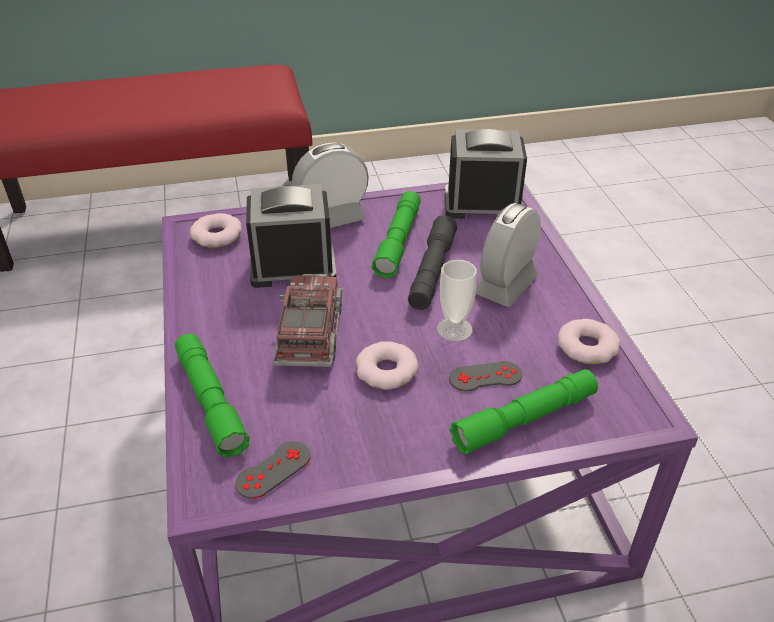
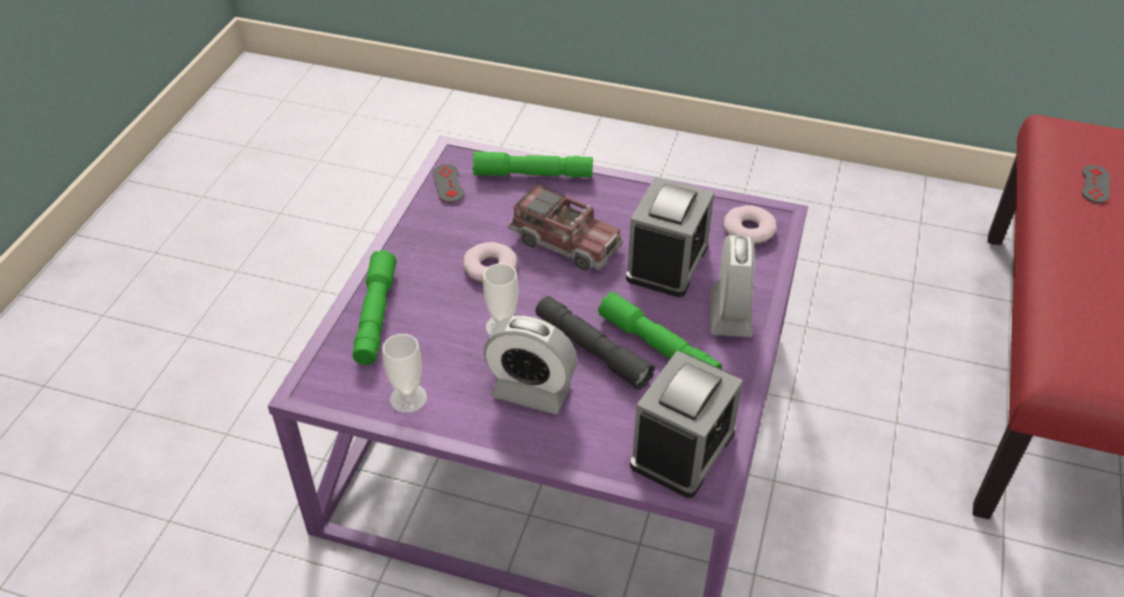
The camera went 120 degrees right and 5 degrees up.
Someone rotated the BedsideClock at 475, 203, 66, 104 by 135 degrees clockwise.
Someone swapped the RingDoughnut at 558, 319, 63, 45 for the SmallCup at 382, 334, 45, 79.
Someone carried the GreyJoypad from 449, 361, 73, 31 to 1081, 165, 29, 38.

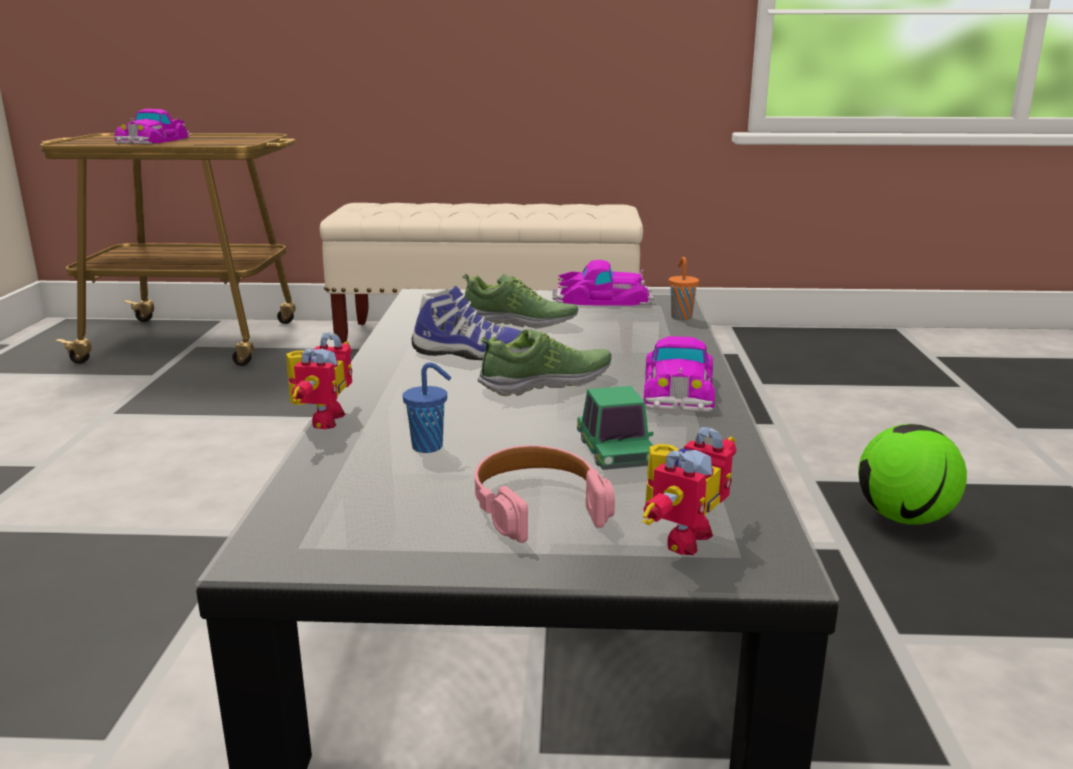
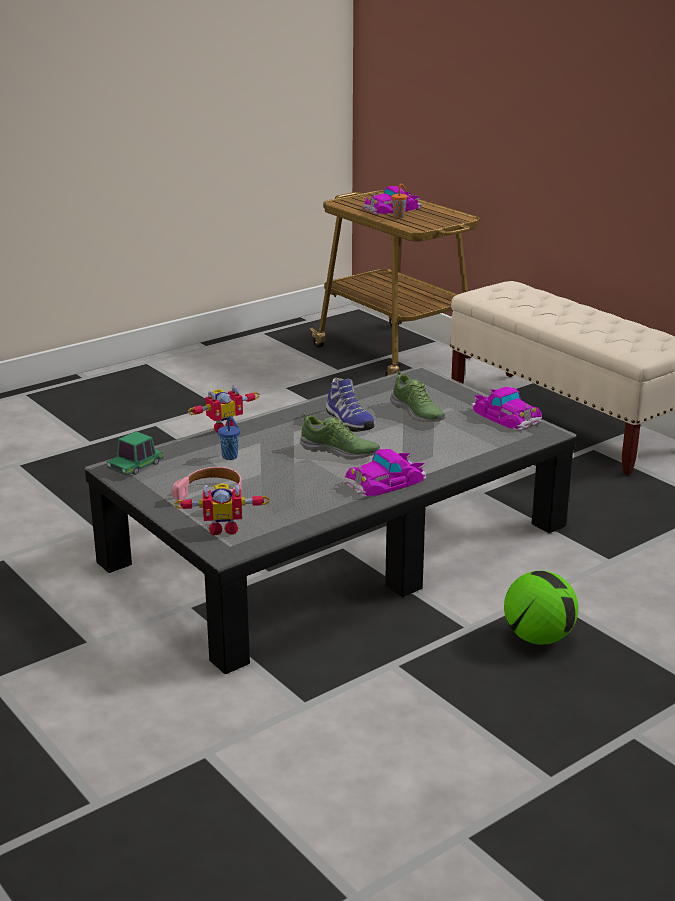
The camera went 50 degrees right and 5 degrees up.
Someone carried the OrangeSmallCup from 669, 257, 30, 63 to 391, 183, 17, 35.
Someone carried the ToyCar from 577, 386, 76, 84 to 107, 431, 56, 45.

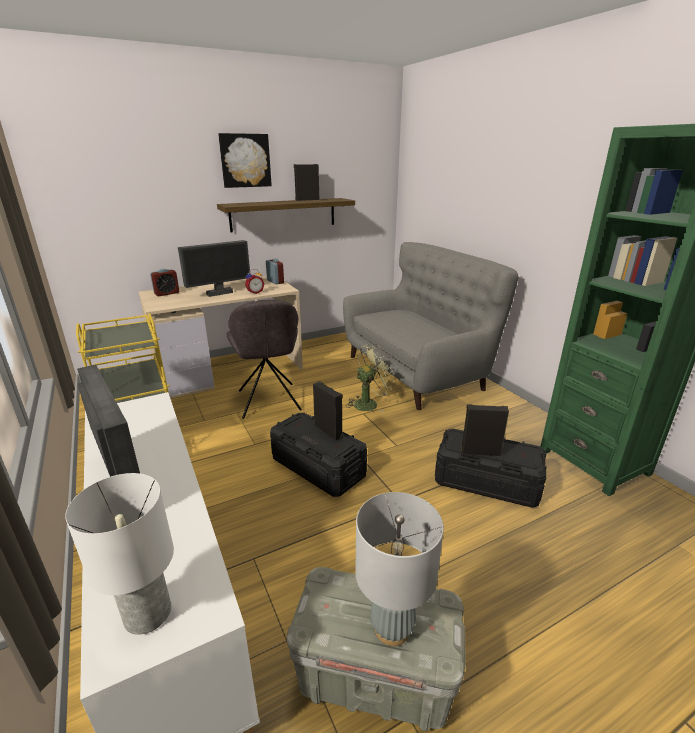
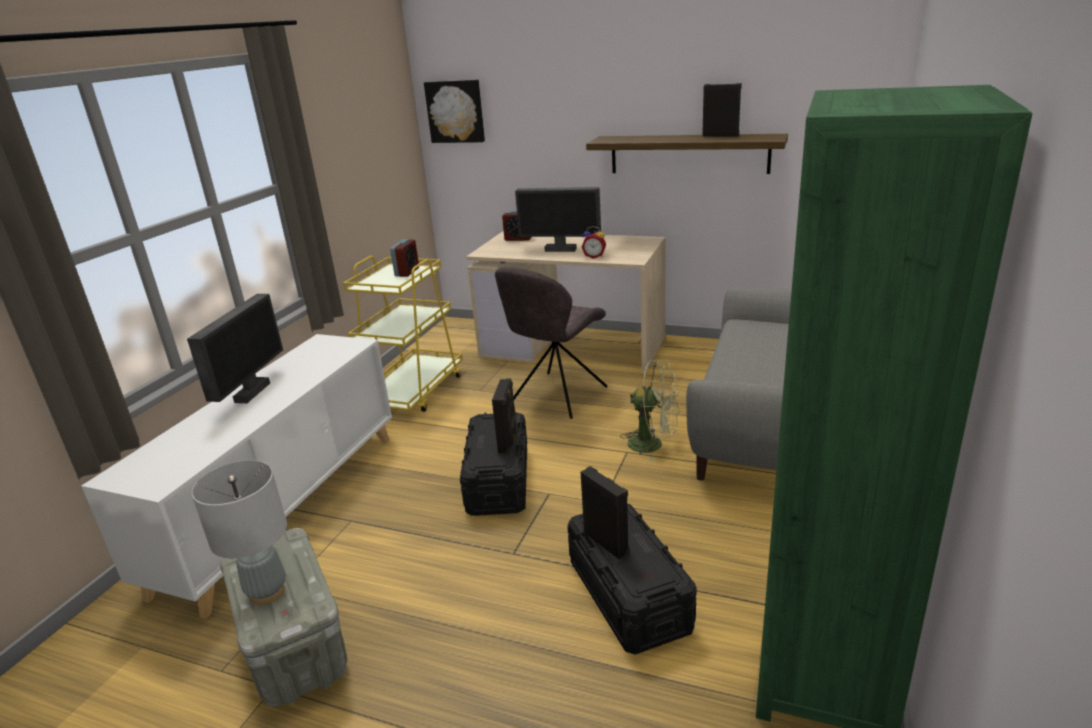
The camera went 50 degrees right and 0 degrees up.
Someone carried the Picture from 218, 133, 54, 55 to 424, 80, 61, 63.
Someone carried the BedsideClock from 266, 258, 18, 27 to 390, 239, 29, 38.
Someone took away the WhiteTableLamp at 65, 473, 109, 162.

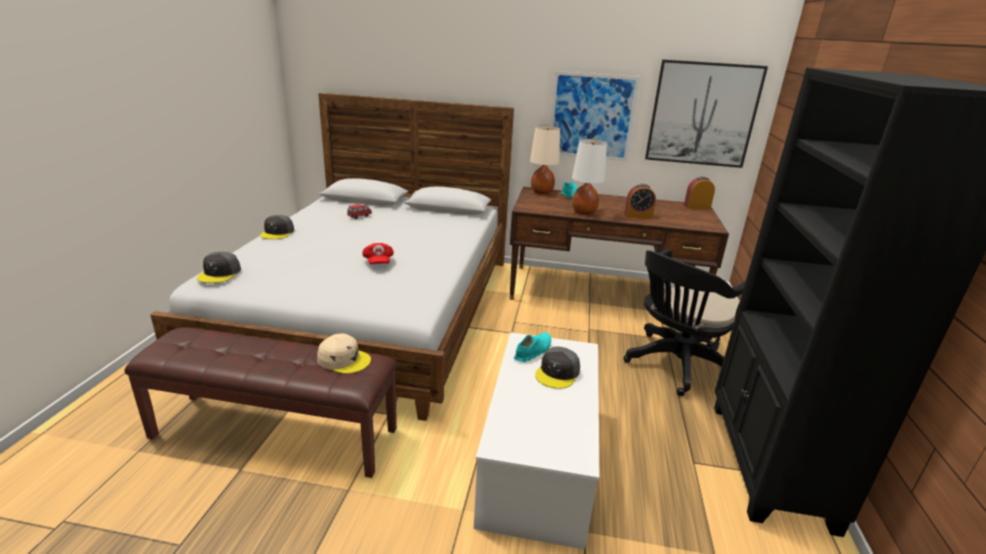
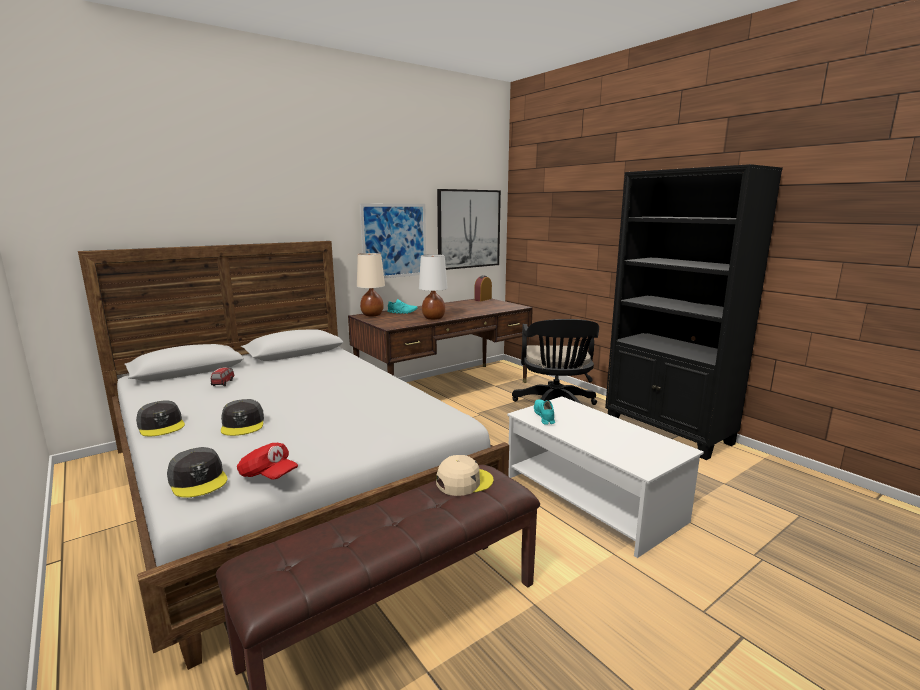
The camera went 45 degrees left and 10 degrees down.
Someone took away the BedsideClock at 624, 184, 32, 35.
Someone carried the RedCap from 362, 243, 32, 21 to 237, 443, 61, 37.
Someone carried the GreyCap from 535, 346, 45, 43 to 221, 399, 43, 37.

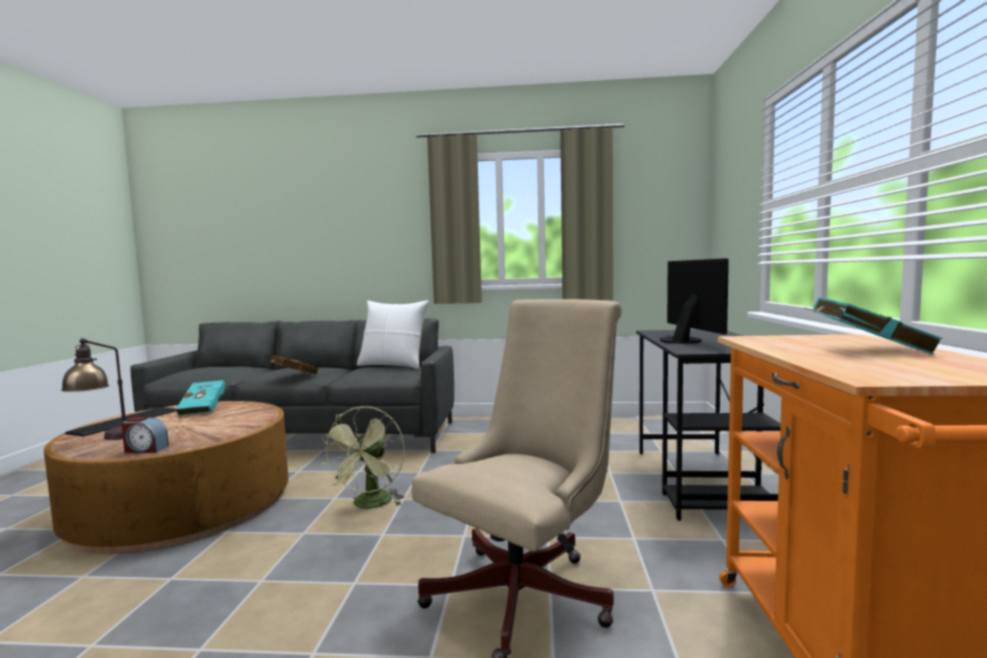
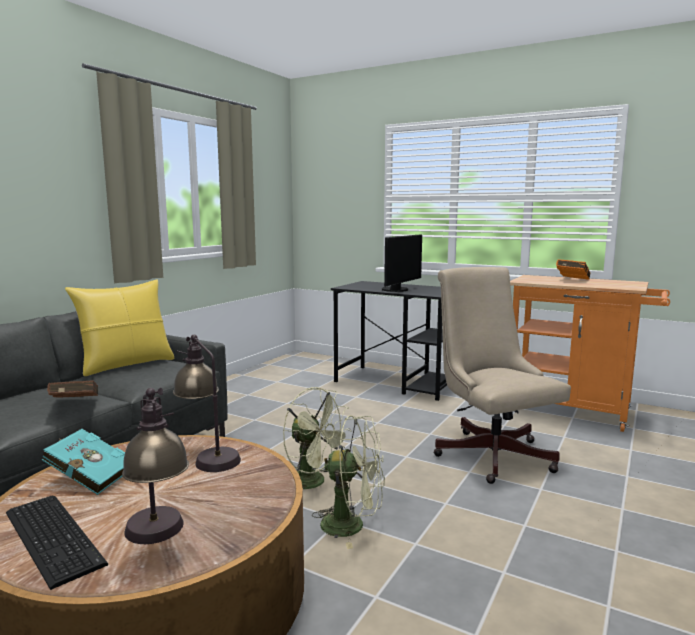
The camera went 65 degrees left and 5 degrees up.
Someone rotated the Monitor at 659, 258, 70, 86 by 105 degrees clockwise.
Someone repainted the TurquoiseBook at 806, 297, 136, 58, which became the OrangeBook at 556, 259, 35, 21.
Someone repainted the WhiteCushion at 357, 300, 71, 69, which became the YellowColouredCushion at 65, 280, 110, 96.
Someone took away the BedsideClock at 121, 417, 48, 36.
Someone put down the TableLamp at 173, 335, 68, 137.
Someone put down the GreenCoolingFan at 312, 415, 73, 134.

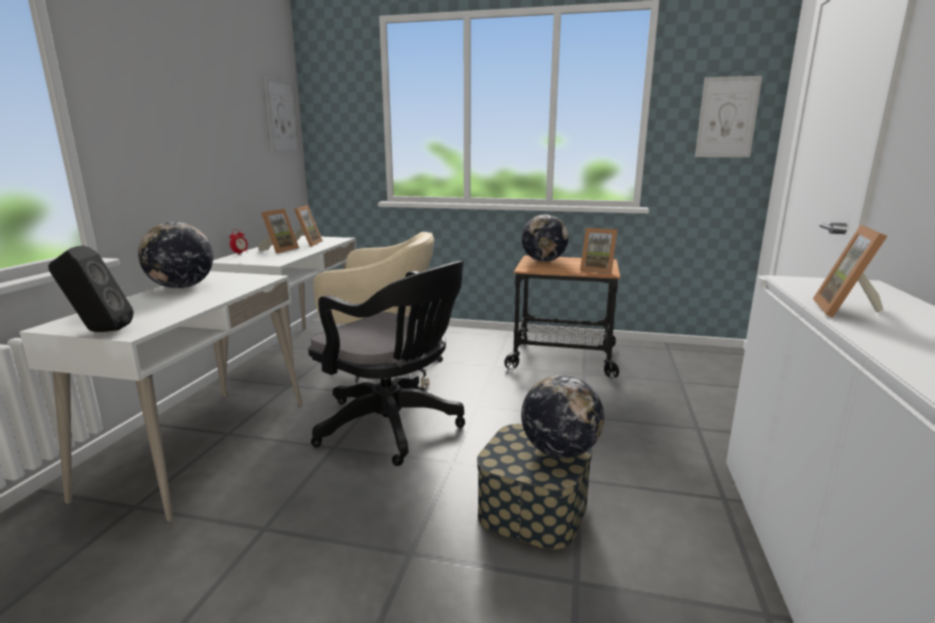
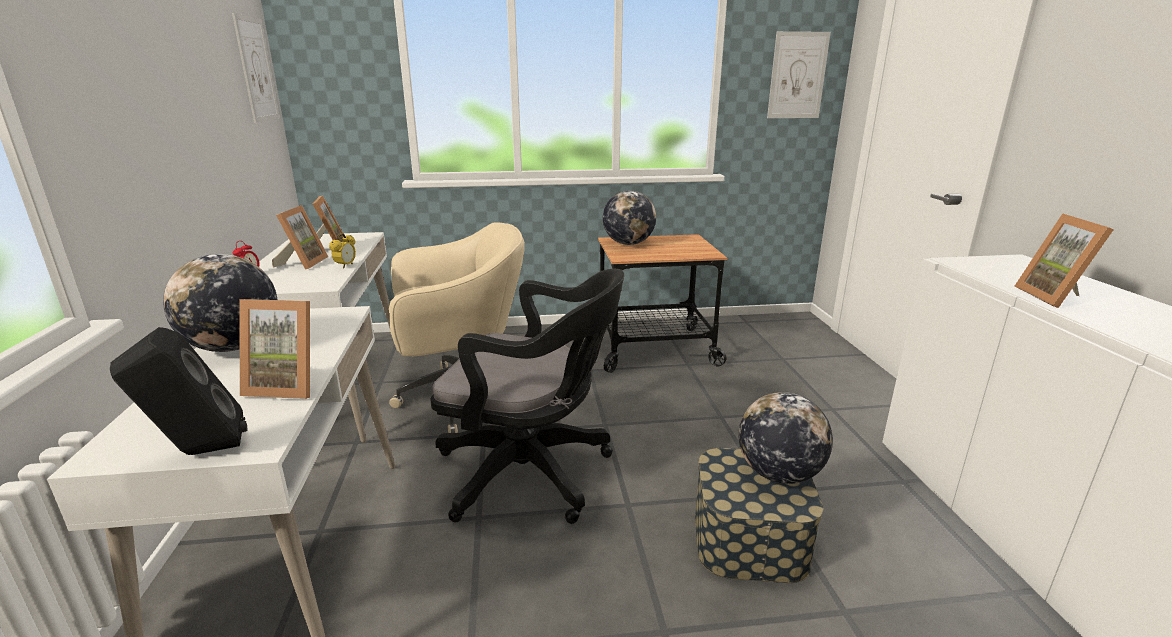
The camera went 20 degrees left and 5 degrees up.
Someone carried the StandingFrame from 580, 228, 38, 46 to 239, 299, 71, 100.
Someone put down the BedsideClock at 329, 233, 27, 35.

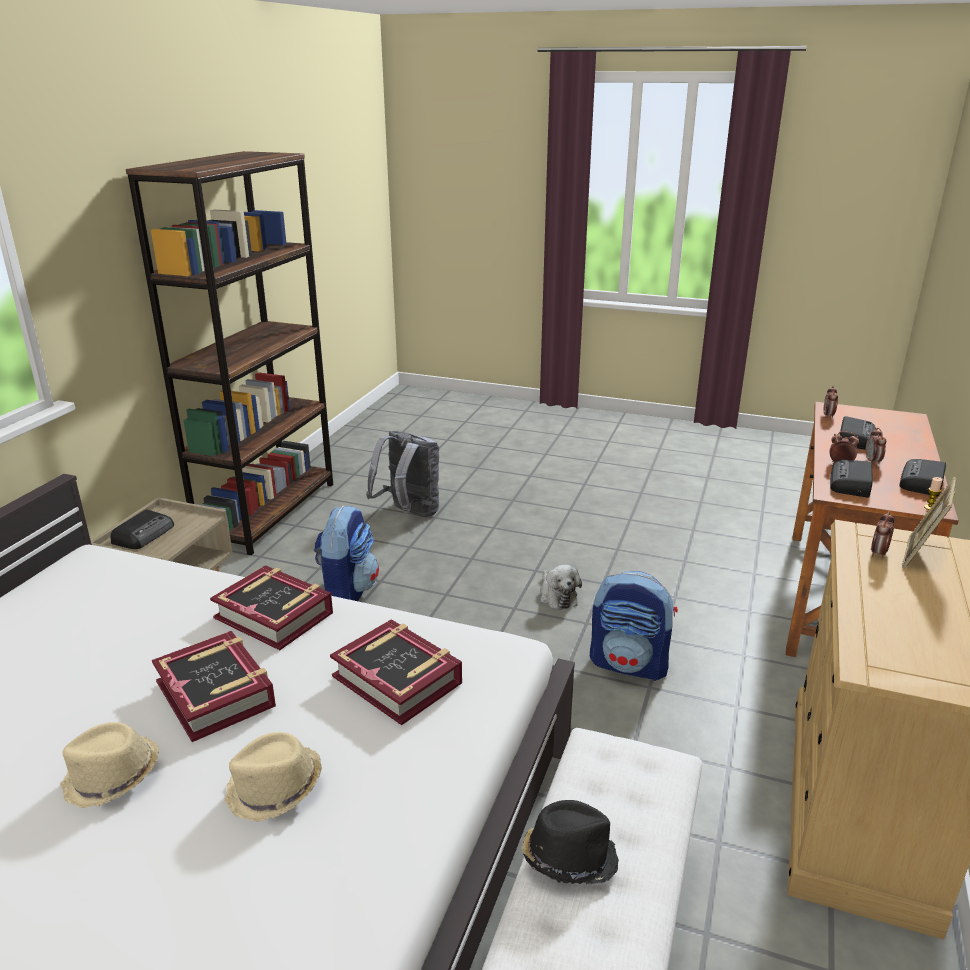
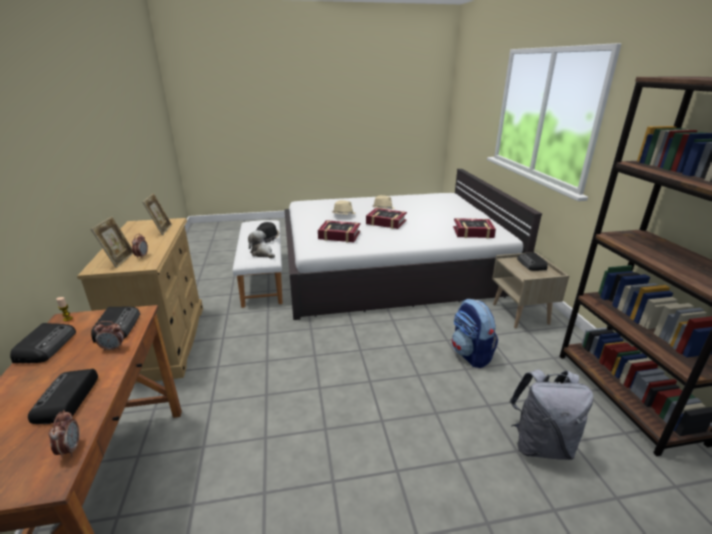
The camera went 150 degrees right and 0 degrees up.
Someone took away the BedsideClock at 866, 428, 20, 36.
Someone carried the Book from 210, 565, 123, 85 to 453, 218, 43, 21.
Someone carried the CuddlyToy from 540, 565, 42, 45 to 248, 230, 27, 28.
Someone took away the Backpack at 590, 571, 88, 110.
Someone put down the StandingFrame at 142, 193, 30, 42.

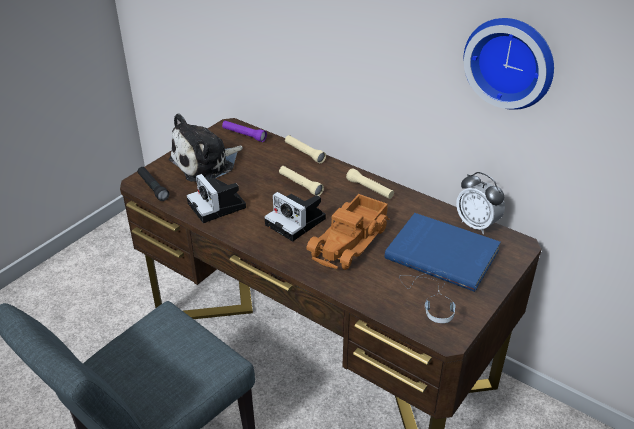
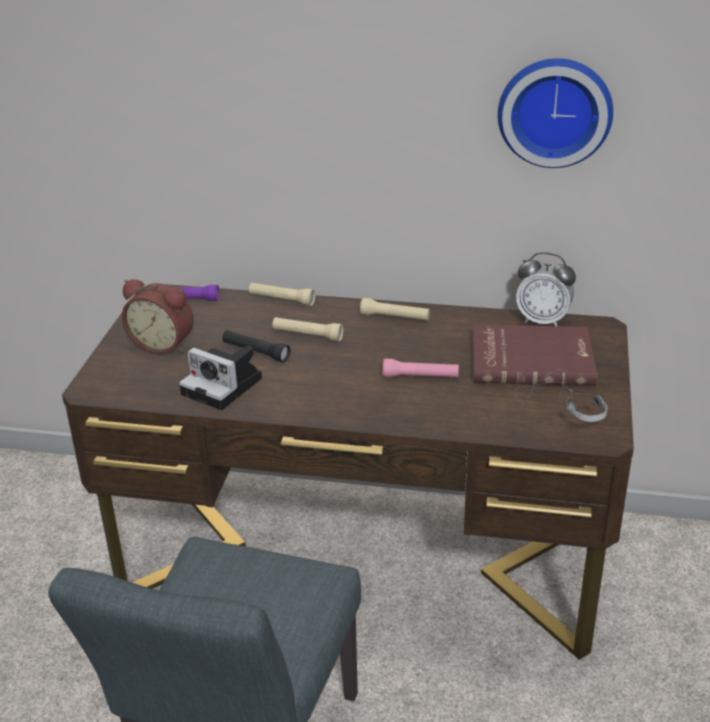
The camera went 25 degrees left and 5 degrees down.
Someone swapped the CuddlyToy at 169, 113, 74, 69 for the BedsideClock at 122, 279, 72, 75.
Someone carried the BlackColouredFlashlight from 137, 167, 33, 34 to 222, 330, 68, 32.
Someone took away the PhotoCamera at 264, 192, 62, 49.
Someone swapped the ModelTruck at 306, 194, 84, 76 for the PinkishFlashlight at 383, 359, 76, 19.
Someone repainted the BluishBook at 384, 213, 117, 79, which became the RedBook at 472, 324, 125, 62.

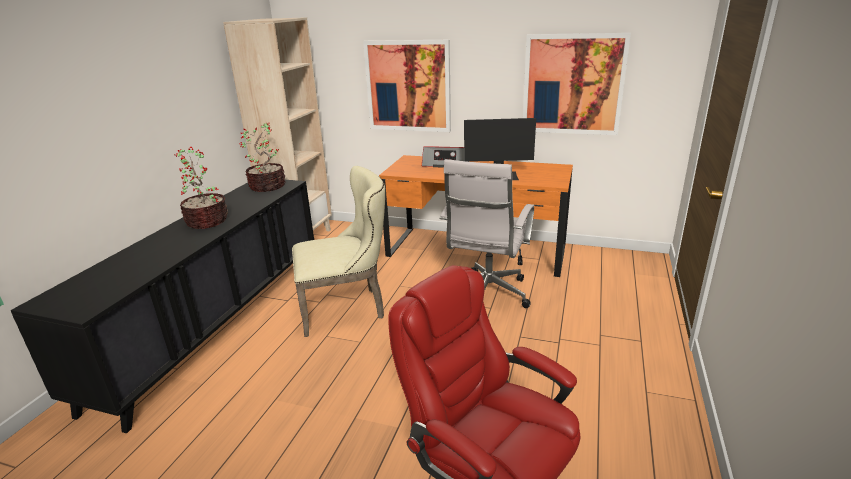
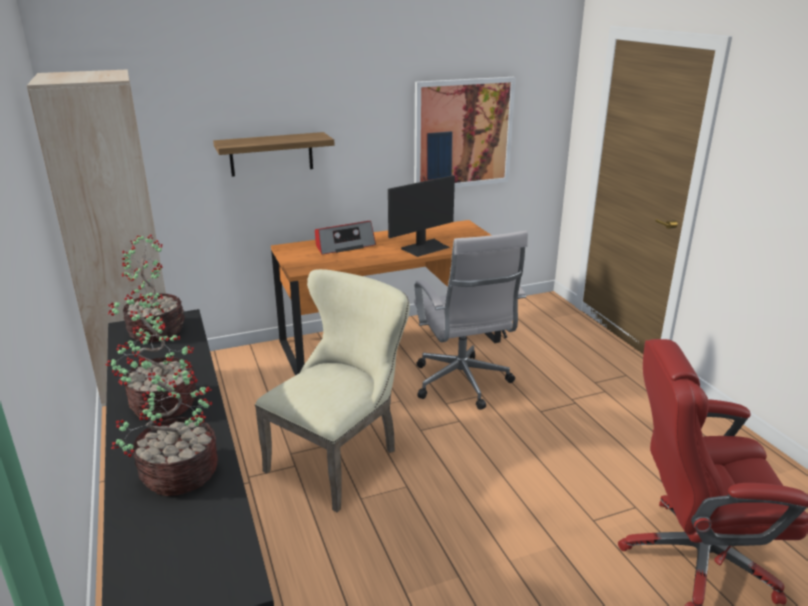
The camera went 40 degrees left and 0 degrees up.
Someone swapped the Picture at 363, 40, 88, 92 for the BracketShelf at 213, 132, 121, 45.
Someone put down the PottedPlant at 111, 356, 107, 140.

